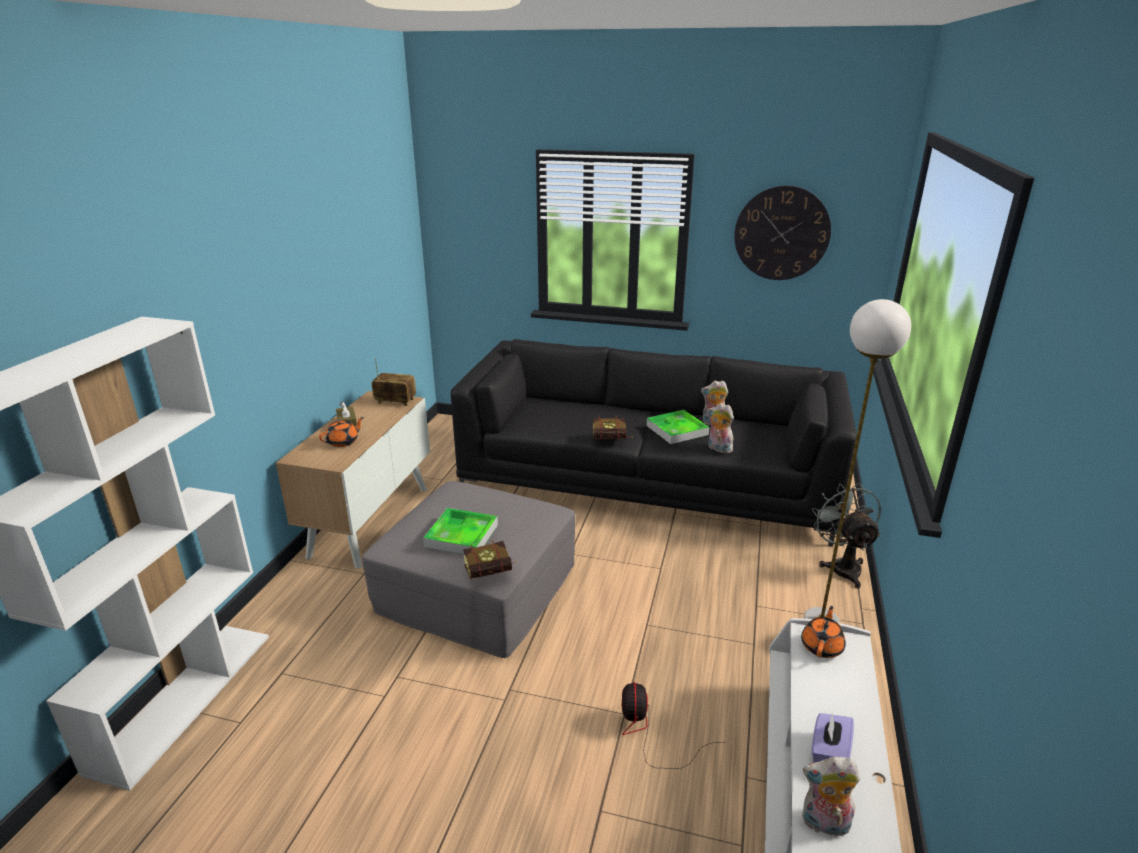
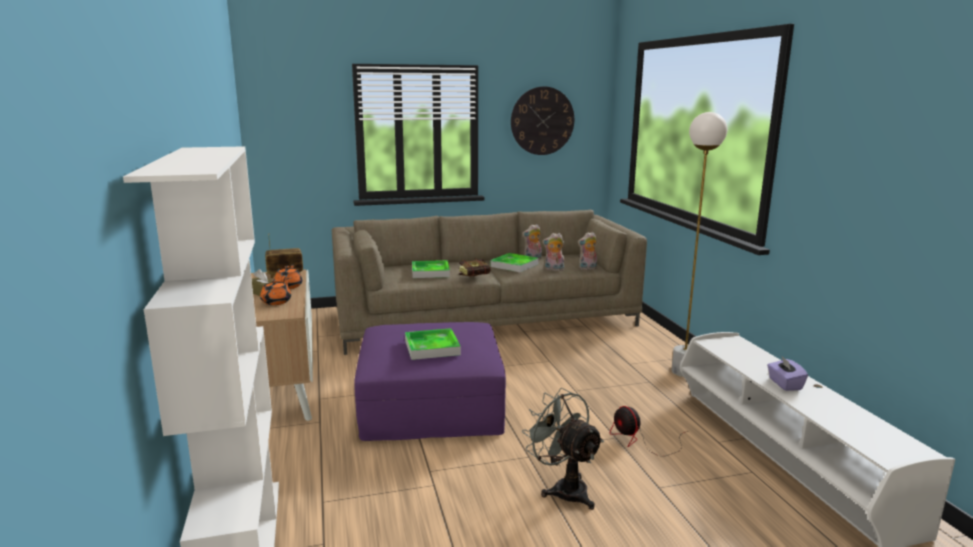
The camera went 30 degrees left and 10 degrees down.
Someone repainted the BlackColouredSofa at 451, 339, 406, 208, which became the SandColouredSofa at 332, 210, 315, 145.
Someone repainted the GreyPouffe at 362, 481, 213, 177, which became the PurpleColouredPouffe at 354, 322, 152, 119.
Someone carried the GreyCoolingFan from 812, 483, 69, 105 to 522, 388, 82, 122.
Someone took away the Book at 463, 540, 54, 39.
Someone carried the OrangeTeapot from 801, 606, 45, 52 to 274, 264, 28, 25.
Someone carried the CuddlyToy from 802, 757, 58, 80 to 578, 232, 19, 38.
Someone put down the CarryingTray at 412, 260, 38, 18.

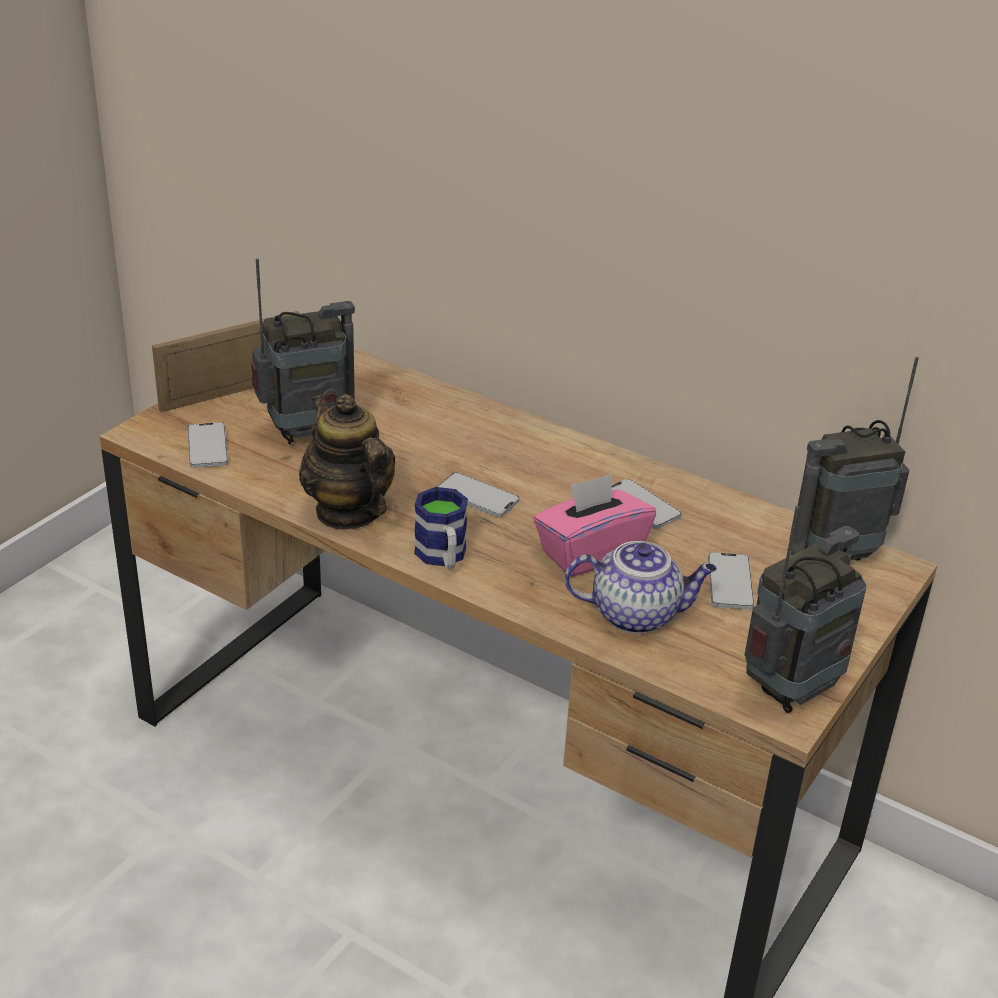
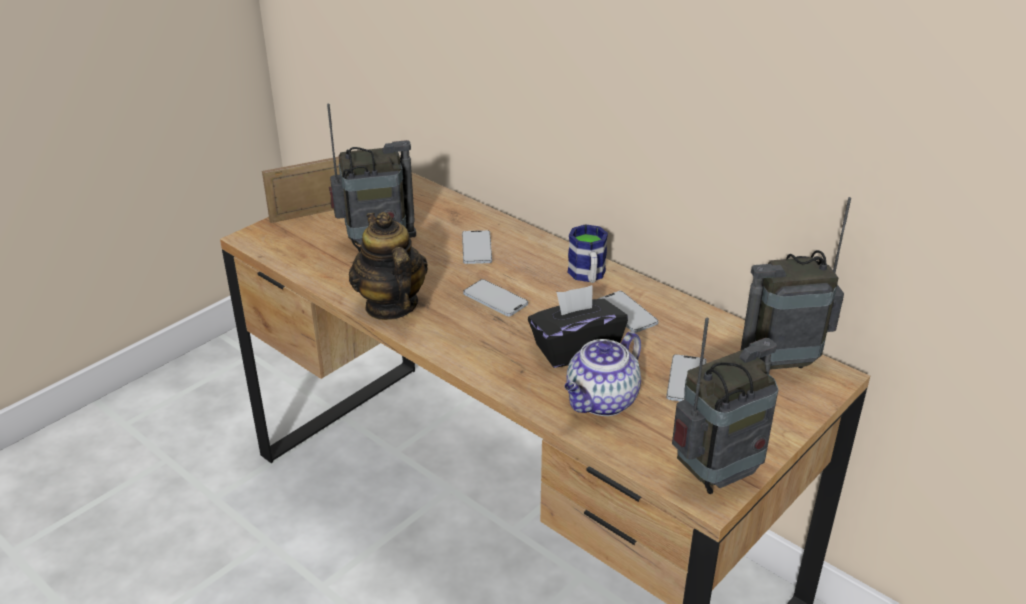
The camera went 10 degrees right and 0 degrees up.
Someone carried the Handset from 188, 422, 40, 46 to 462, 230, 30, 34.
Someone repainted the PinkishBoxOfTissues at 533, 474, 123, 103, which became the BlackColouredBoxOfTissues at 528, 285, 100, 83.
Someone carried the TeaMug from 414, 487, 54, 82 to 567, 224, 41, 59.
Someone rotated the Teapot at 565, 541, 152, 93 by 120 degrees clockwise.

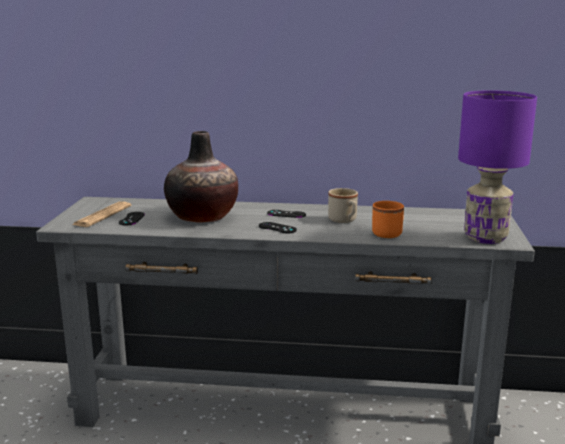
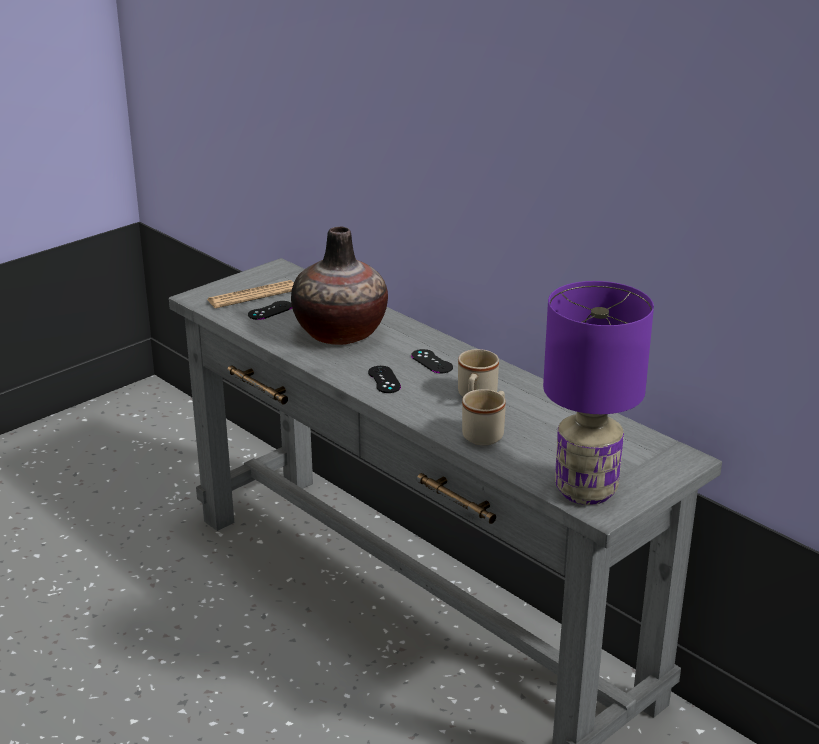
The camera went 40 degrees right and 10 degrees up.
Someone repainted the OrangeTeaMug at 372, 201, 32, 37, which became the SandColouredTeaMug at 462, 389, 44, 56.

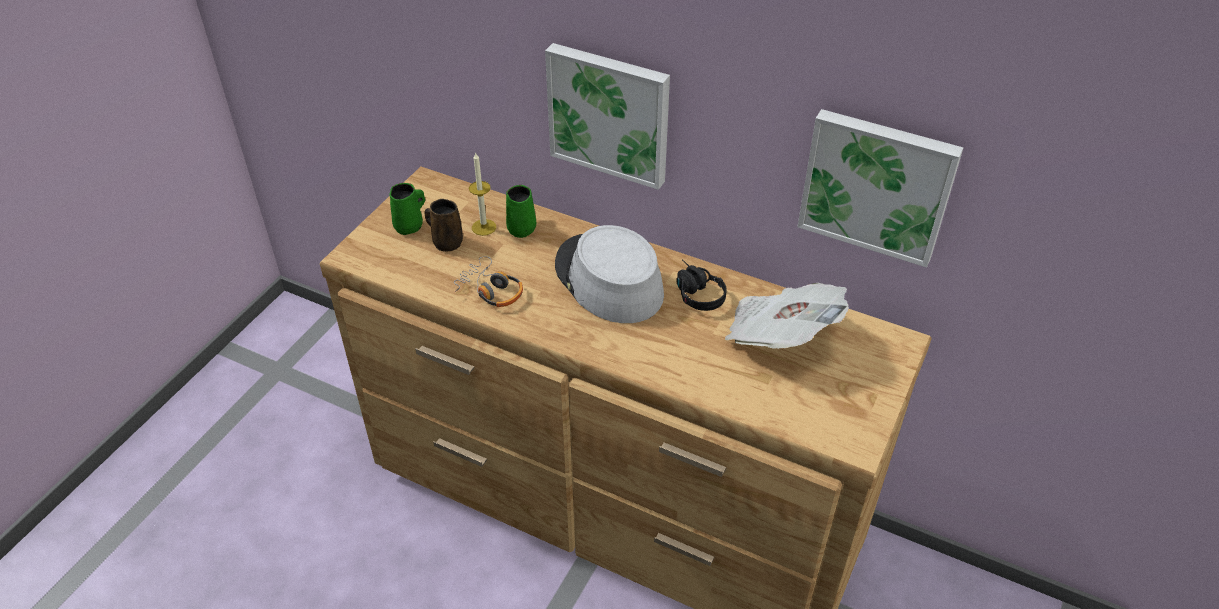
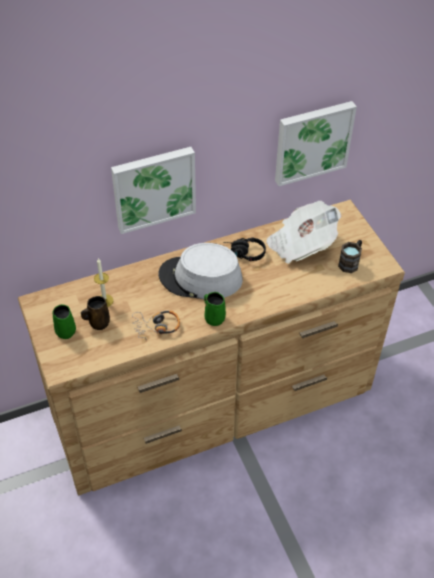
The camera went 50 degrees left and 5 degrees up.
Someone carried the GreenTeaMug from 506, 185, 30, 53 to 204, 292, 22, 34.
Someone put down the BrownColouredTeaMug at 338, 240, 24, 33.

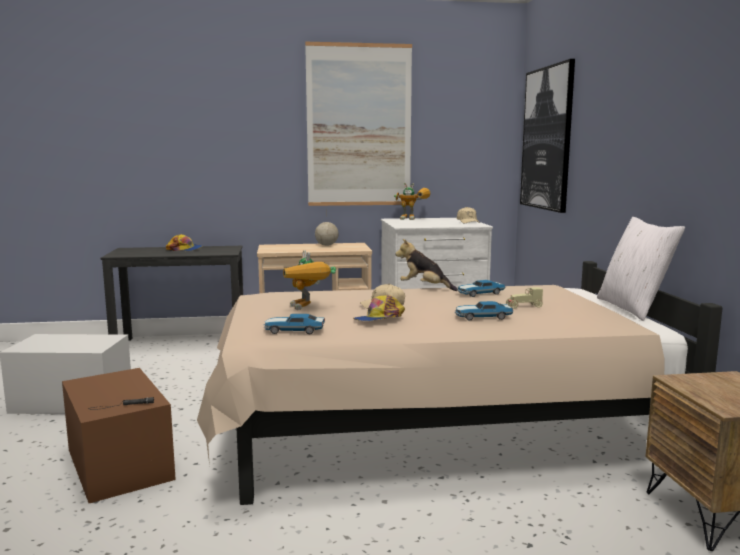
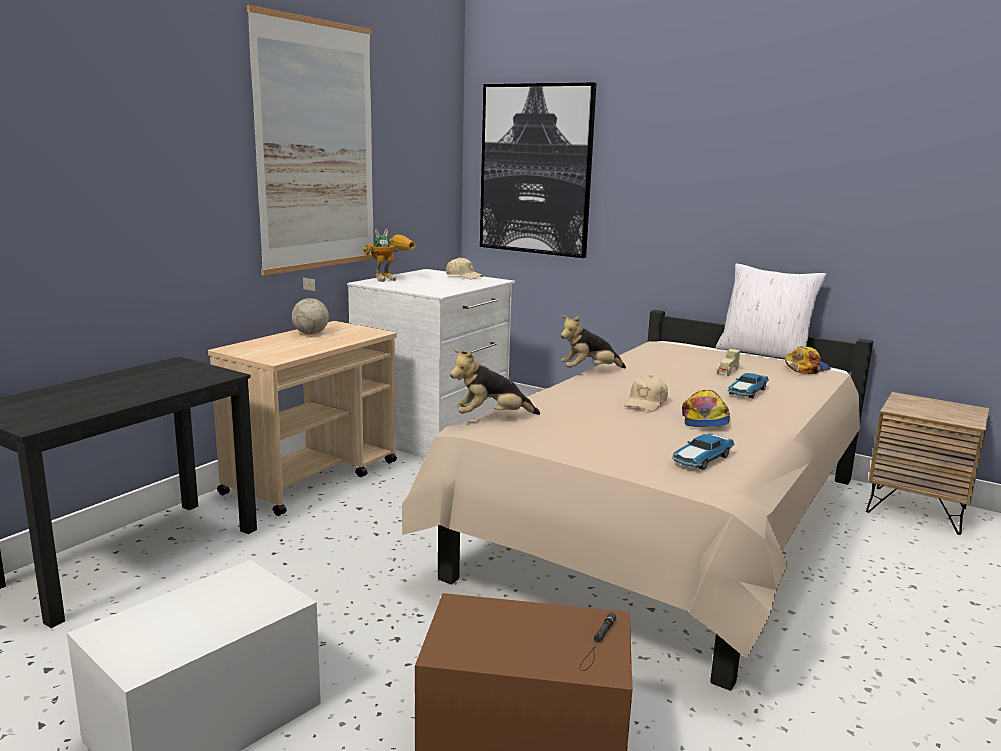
The camera went 50 degrees left and 5 degrees up.
Someone carried the Cap from 166, 234, 36, 17 to 785, 346, 46, 28.
Someone took away the RobotFigure at 283, 250, 53, 60.
Someone took away the ToyCar at 457, 280, 49, 17.
Someone put down the CuddlyToy at 450, 349, 90, 66.

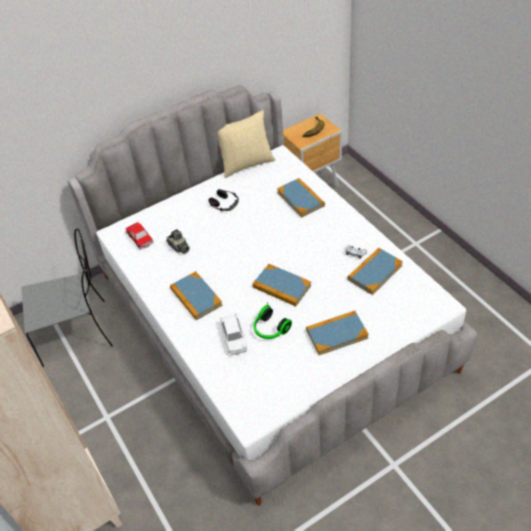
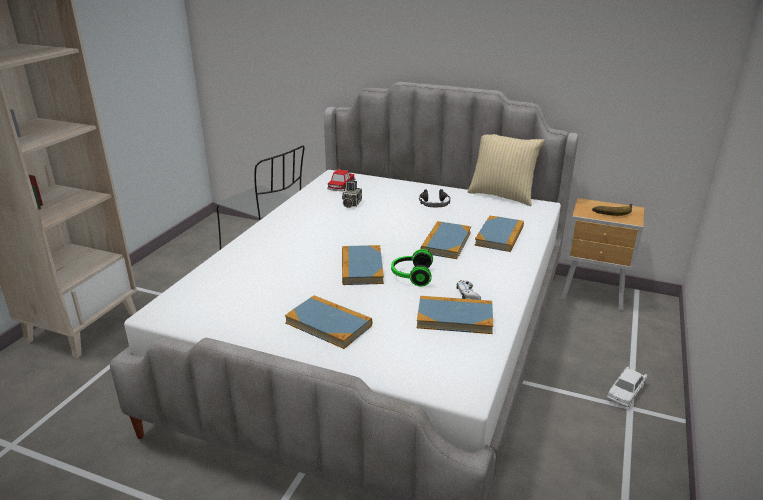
The camera went 50 degrees right and 20 degrees down.
Someone carried the Book from 170, 271, 53, 49 to 420, 221, 51, 38.
Someone carried the Headset from 253, 302, 39, 37 to 391, 247, 42, 39.
Someone carried the WhiteToyCar from 220, 313, 27, 42 to 607, 367, 40, 40.

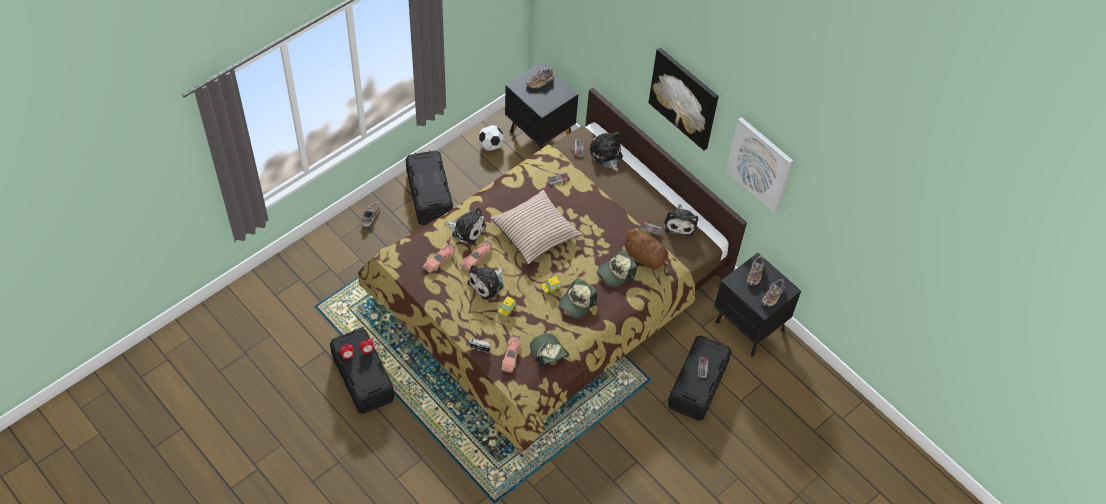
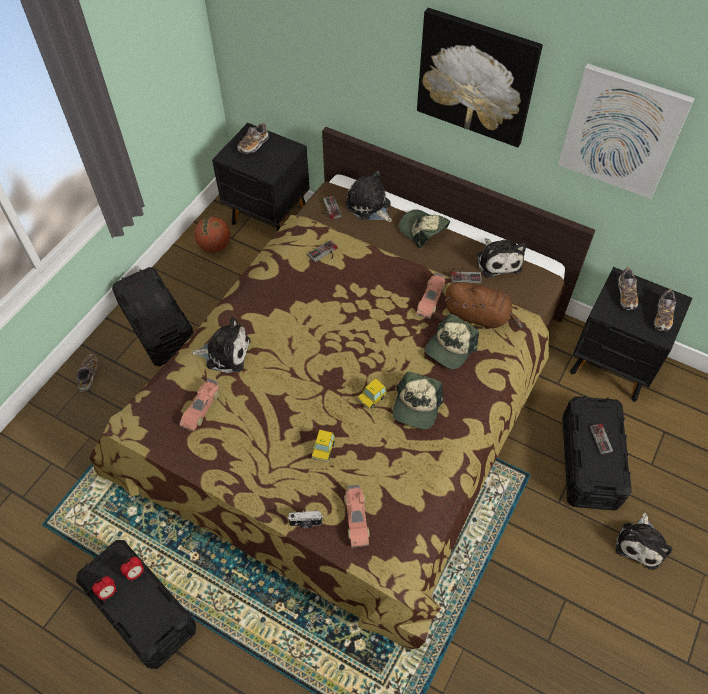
The camera went 15 degrees left and 0 degrees up.
Someone swapped the FootballBall at 479, 125, 24, 26 for the BallForBasketball at 194, 217, 36, 35.
Someone took away the Cushion at 490, 190, 92, 74.
Someone carried the ToyCar from 460, 240, 32, 31 to 416, 272, 30, 47.
Someone carried the CuddlyToy from 467, 265, 36, 35 to 616, 513, 56, 57.
Someone carried the Cap from 530, 333, 39, 35 to 399, 209, 51, 39.

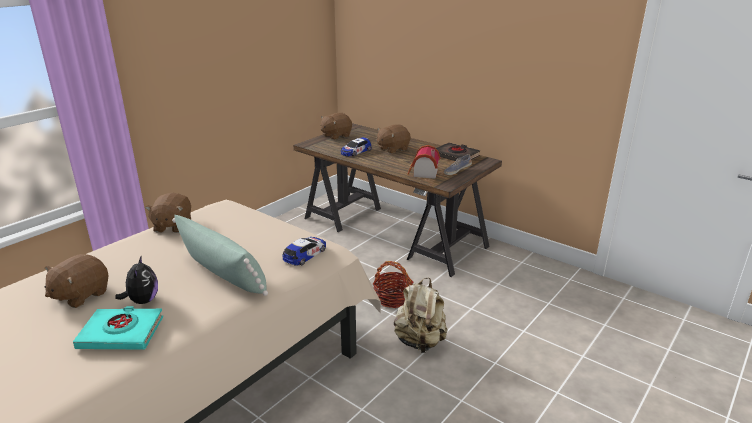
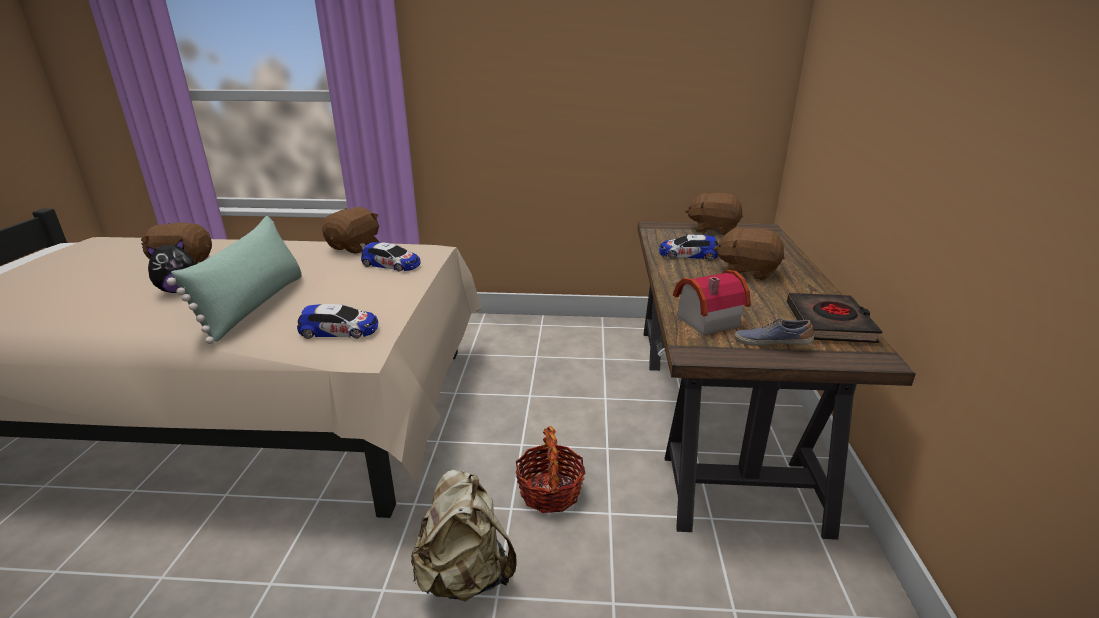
The camera went 55 degrees right and 0 degrees up.
Someone rotated the BrownColouredCuddlyToy at 145, 192, 46, 41 by 150 degrees clockwise.
Someone took away the TurquoiseBook at 73, 306, 90, 44.
Someone put down the ToyCar at 361, 242, 60, 30.

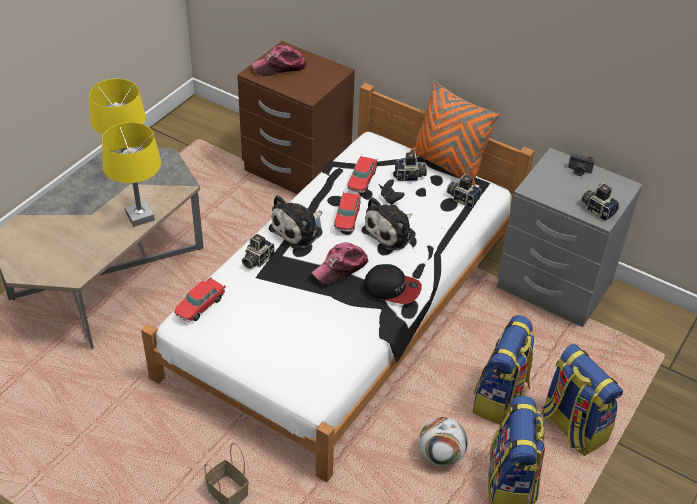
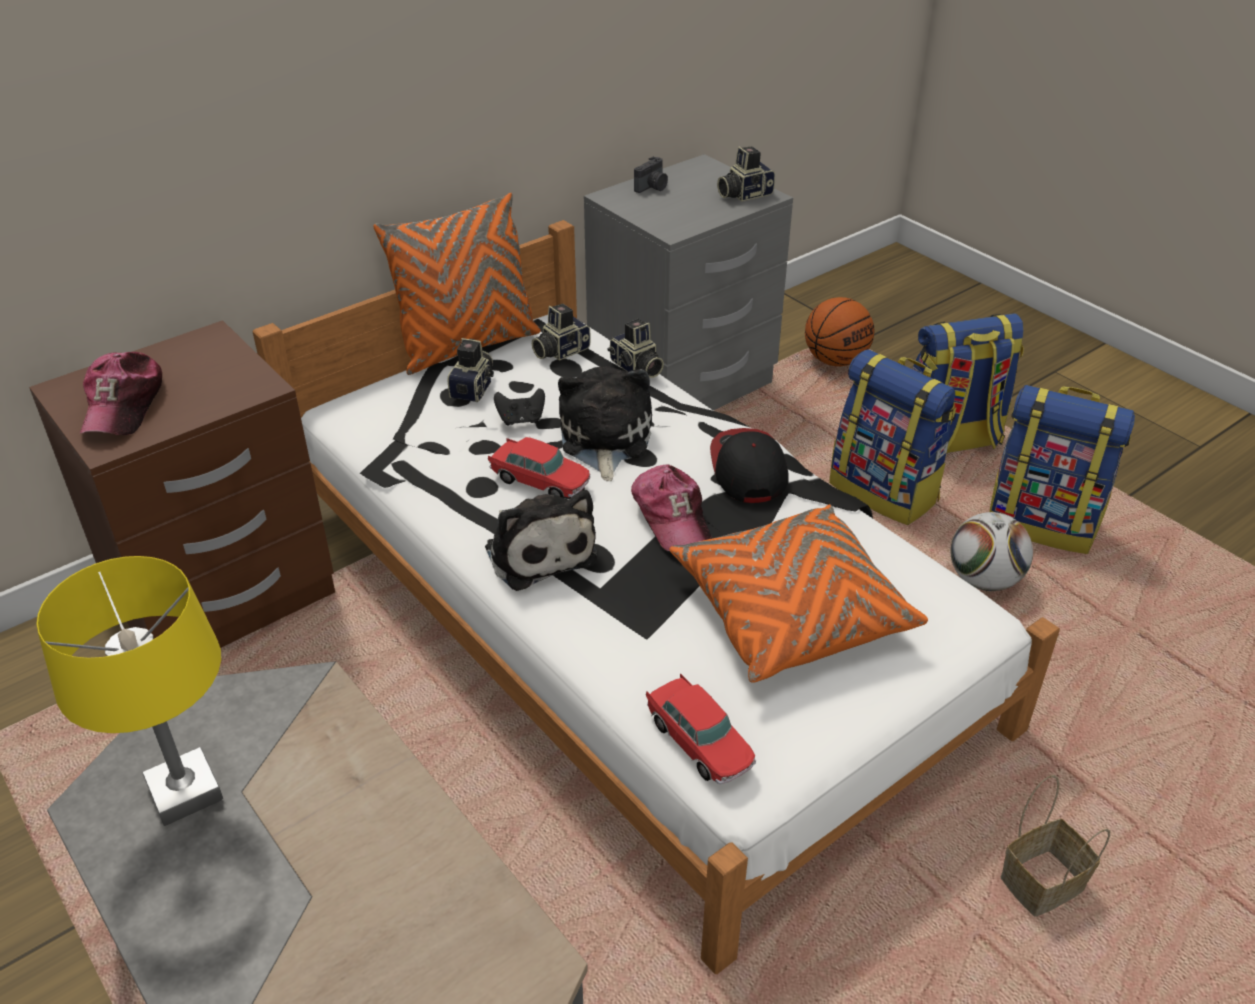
The camera went 70 degrees left and 5 degrees down.
Someone took away the YellowColouredTableLamp at 102, 122, 59, 105.
Someone took away the ToyCar at 347, 155, 30, 38.
Someone rotated the CuddlyToy at 362, 197, 54, 54 by 150 degrees counterclockwise.
Someone carried the PhotoCamera from 242, 234, 33, 35 to 608, 319, 56, 59.
Someone rotated the Cap at 363, 264, 59, 40 by 45 degrees counterclockwise.
Someone put down the BallForBasketball at 805, 297, 69, 69.
Someone put down the OrangeCushion at 669, 504, 259, 179.

